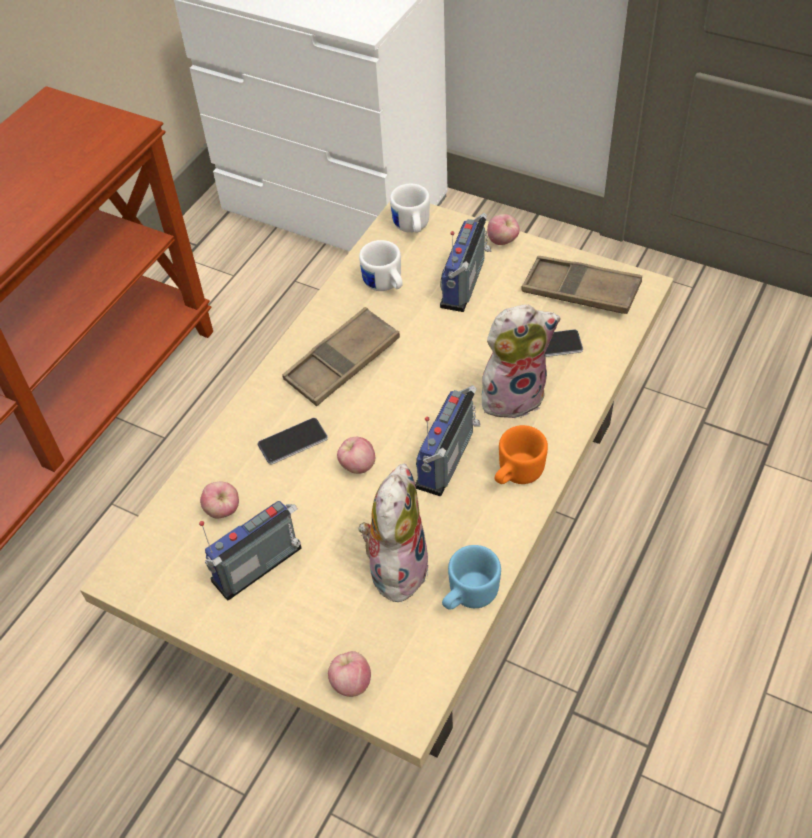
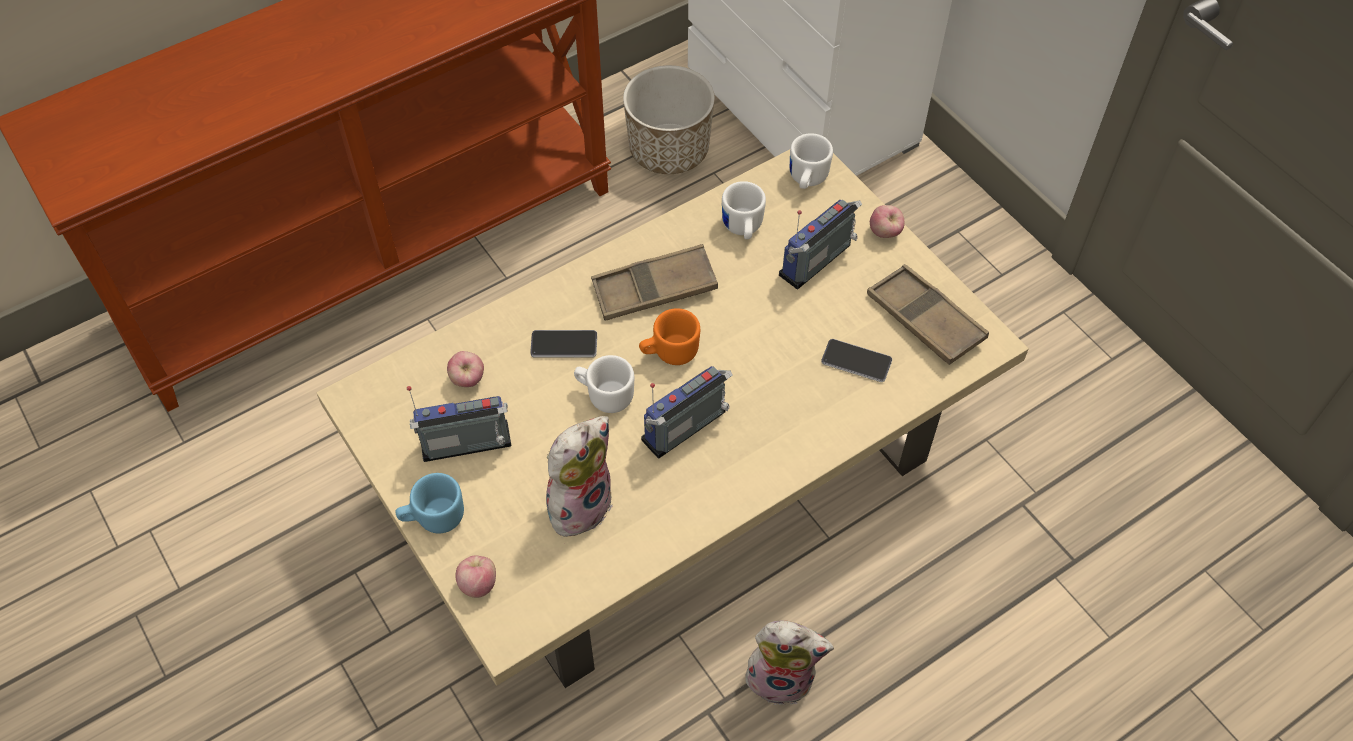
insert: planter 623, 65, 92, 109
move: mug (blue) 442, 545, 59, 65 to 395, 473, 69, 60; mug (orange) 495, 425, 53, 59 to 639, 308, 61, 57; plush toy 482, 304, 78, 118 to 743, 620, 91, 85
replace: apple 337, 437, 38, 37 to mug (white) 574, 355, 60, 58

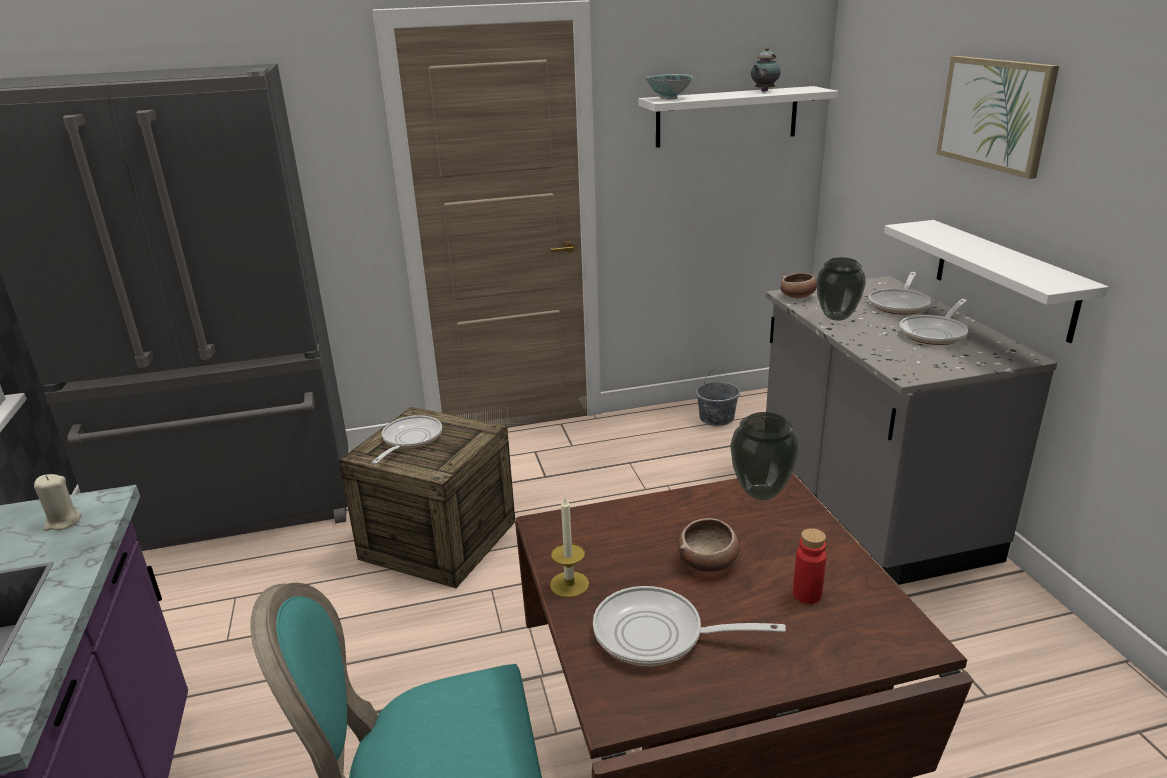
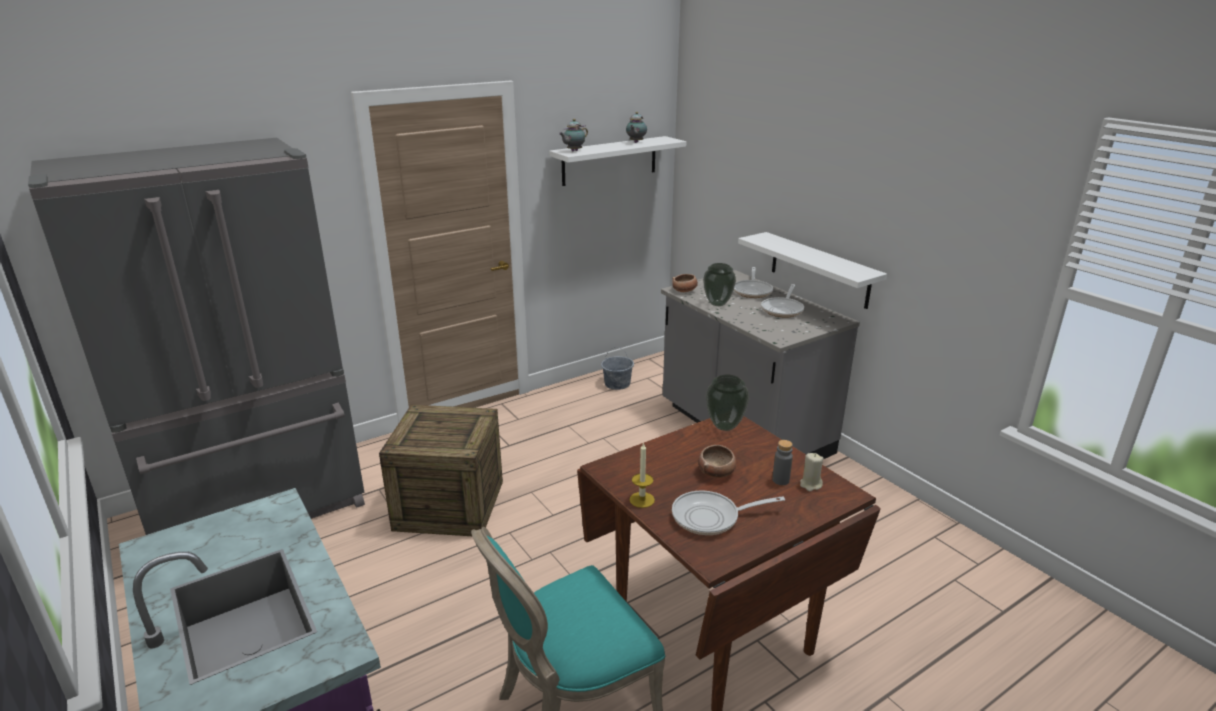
delete: frying pan 371, 415, 71, 49; picture 936, 56, 123, 123
move: candle (beige) 34, 474, 48, 57 to 800, 453, 24, 38
replace: bowl 645, 74, 48, 26 to teapot 559, 119, 29, 33
recolor: bottle (red) 793, 528, 34, 76 to bottle (grey) 772, 440, 21, 45

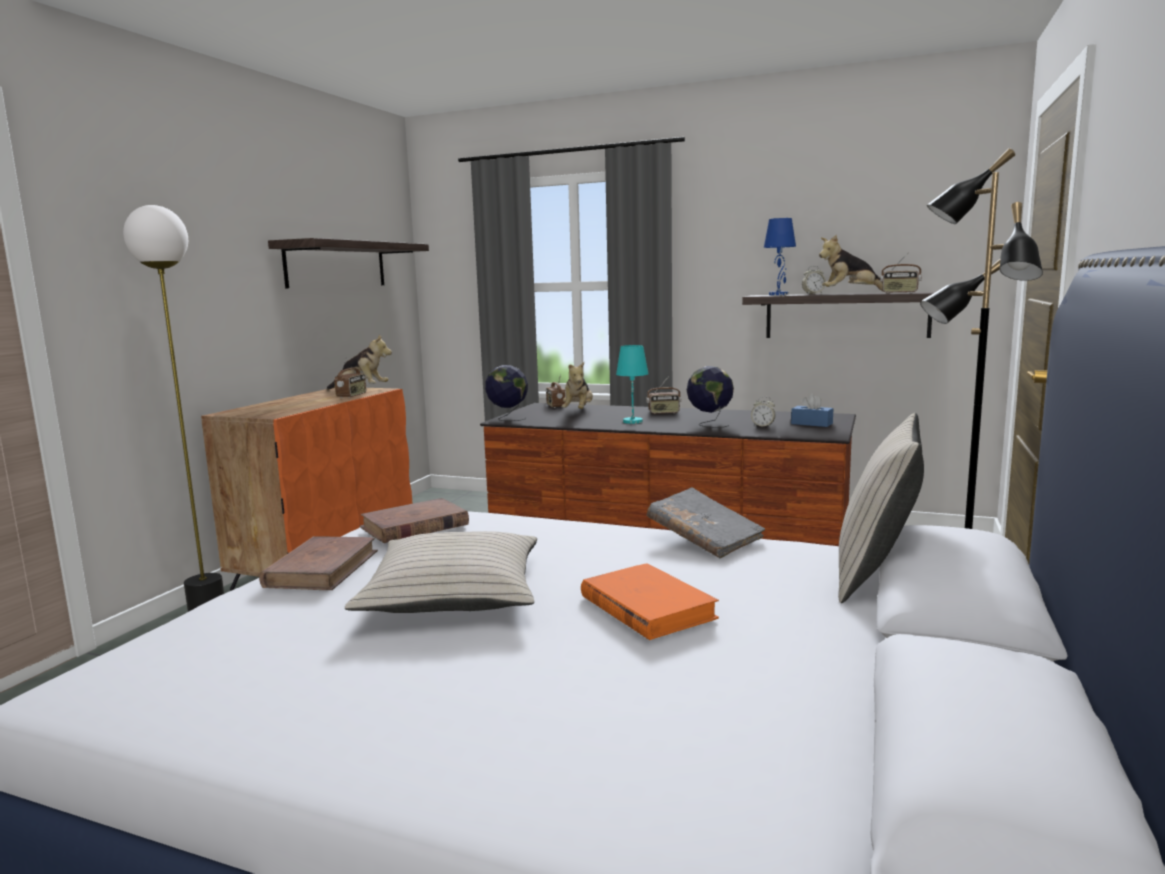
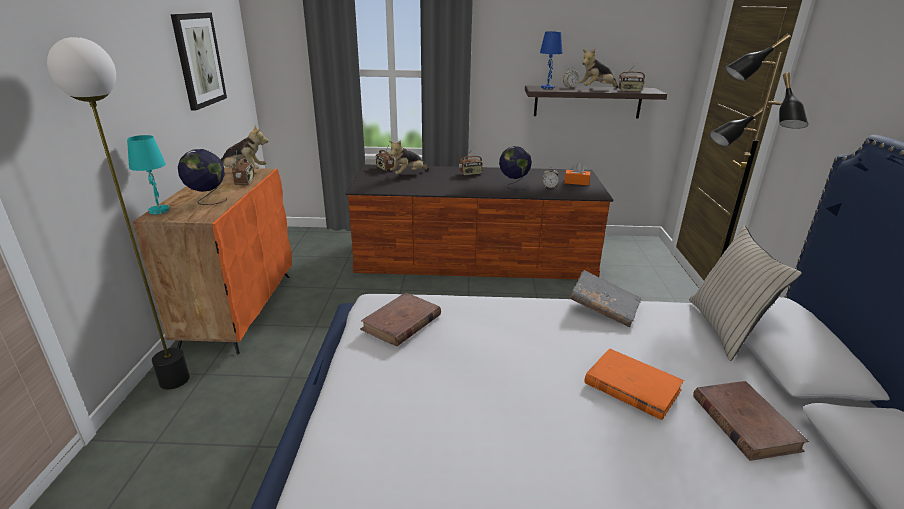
delete: pillow (beige) 345, 531, 192, 82
move: table lamp (turquoise) 616, 345, 33, 79 to 127, 135, 43, 79; globe 485, 365, 43, 56 to 178, 149, 49, 56; book (brown) 259, 536, 119, 54 to 693, 381, 116, 80
replace: shelf 268, 238, 161, 50 to picture 171, 13, 56, 98
recolor: tissue box (blue) 791, 393, 42, 34 to tissue box (orange) 564, 163, 26, 23
rotate: plush toy 562, 362, 31, 47 = 389, 140, 40, 34 60 degrees clockwise

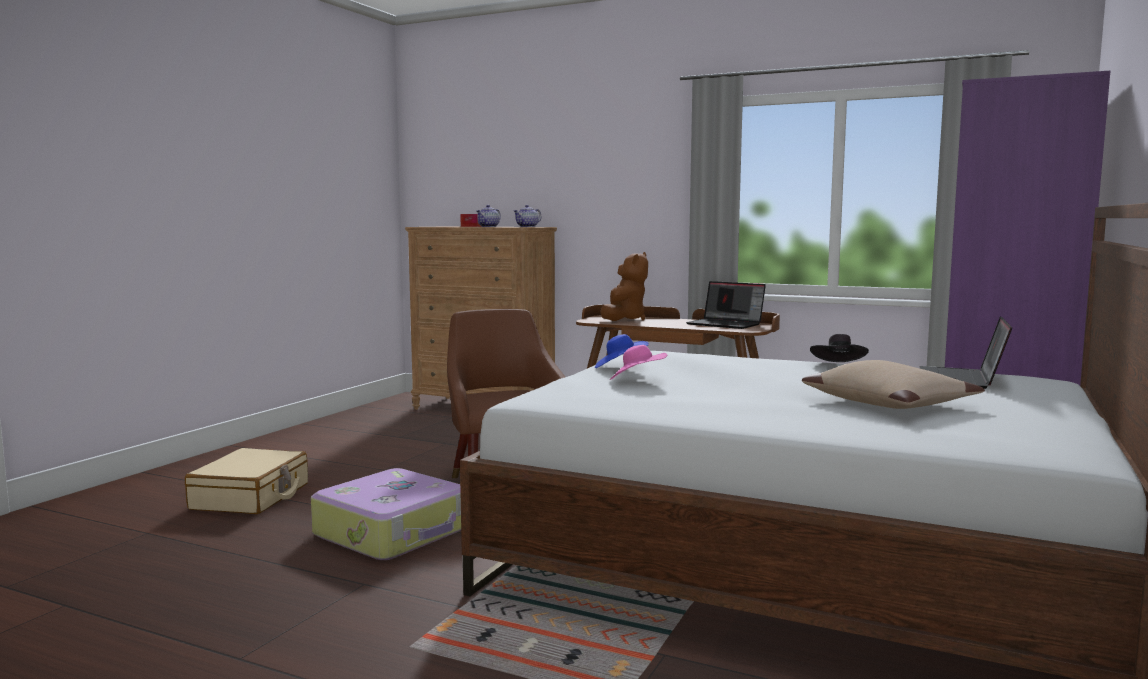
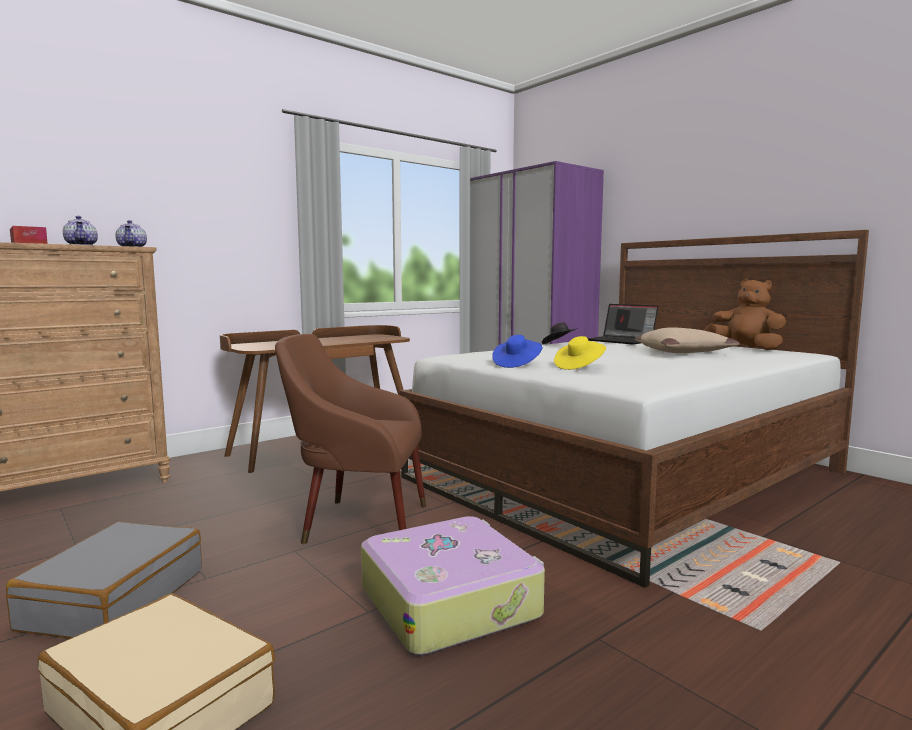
delete: laptop 686, 281, 80, 48
insert: suitcase (grey) 6, 522, 196, 117
move: plush toy (brown) 600, 252, 48, 69 to 704, 279, 82, 71
recolor: hat (pink) 610, 345, 58, 35 to hat (yellow) 554, 336, 52, 34

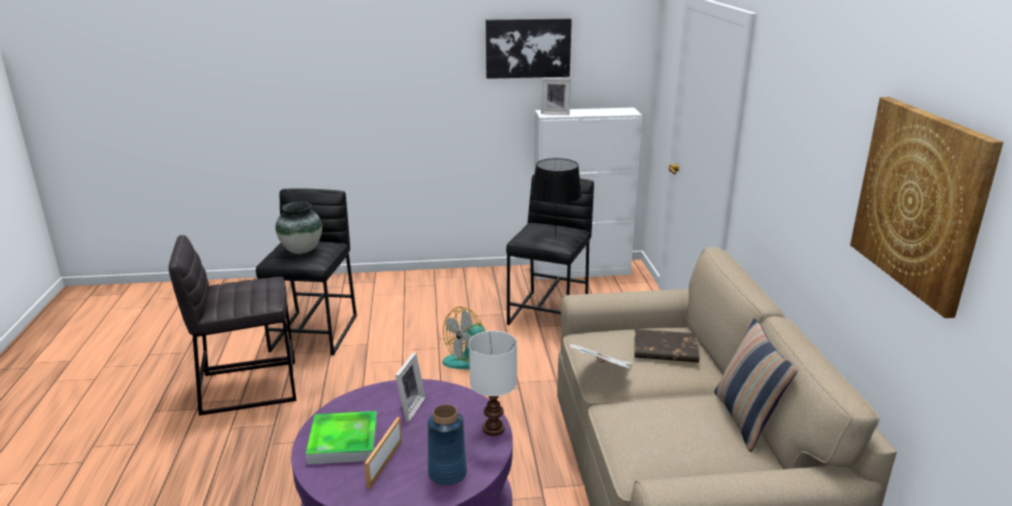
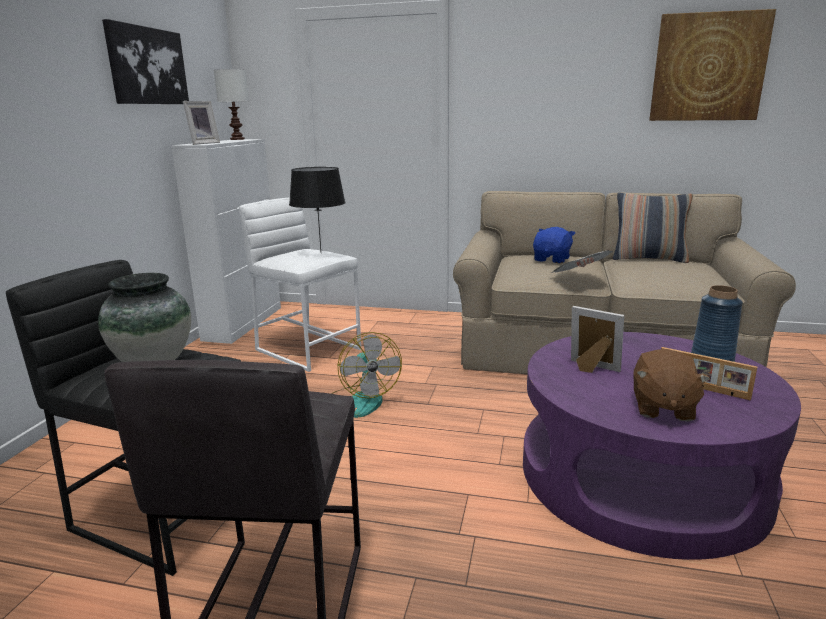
move: table lamp (white) 469, 331, 48, 105 to 214, 69, 35, 71
replace: book (brown) 634, 329, 66, 34 to plush toy (blue) 533, 227, 42, 36; tray 306, 411, 71, 54 to plush toy (brown) 634, 349, 76, 73
recolor: stool (black) 506, 174, 88, 151 to stool (white) 239, 197, 122, 175

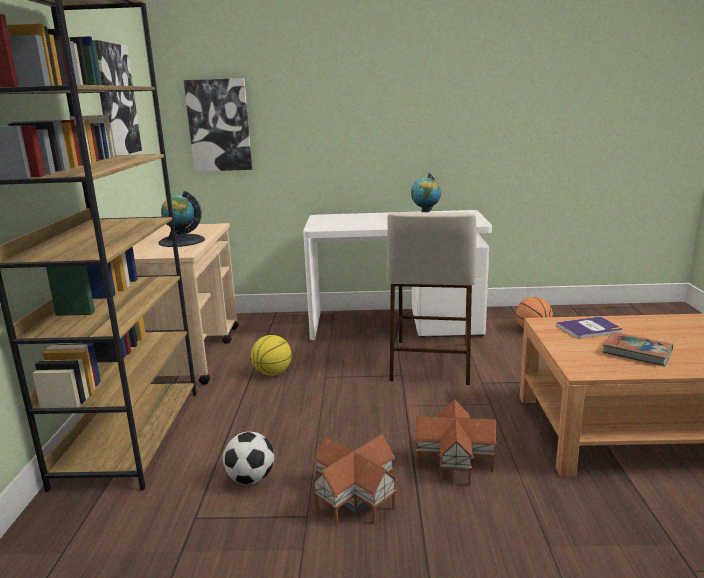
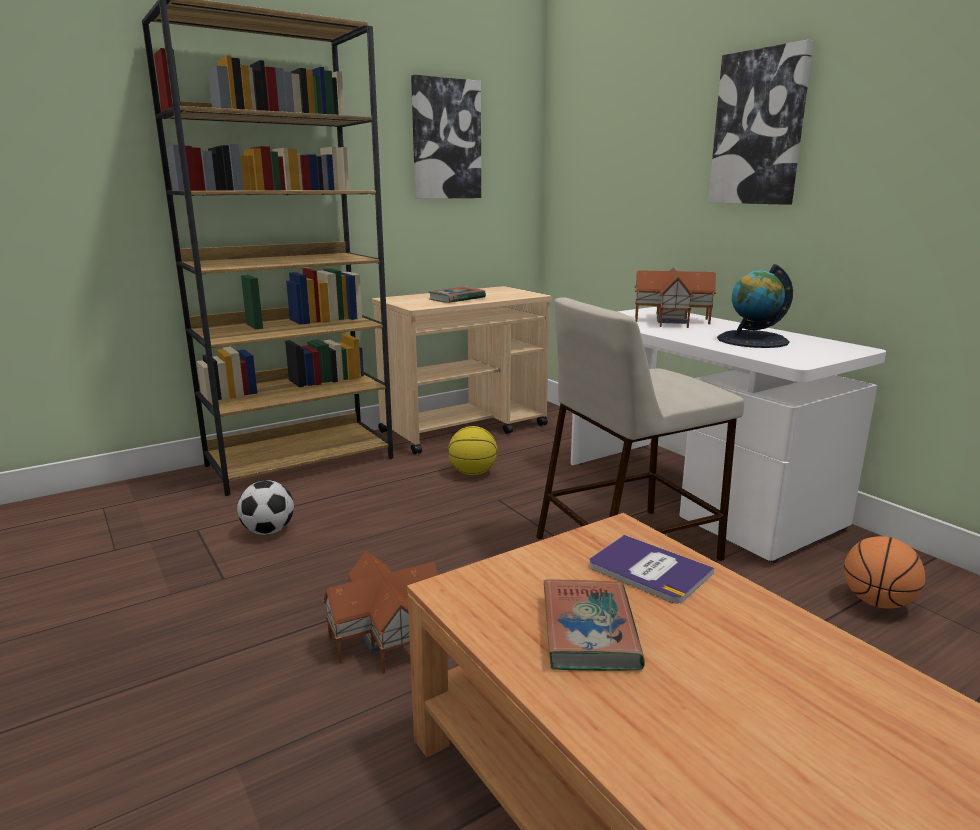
move: toy house 311, 434, 87, 92 to 635, 267, 81, 61; picture 184, 78, 68, 94 to 708, 40, 106, 165
replace: globe 159, 191, 46, 56 to book 429, 287, 57, 16

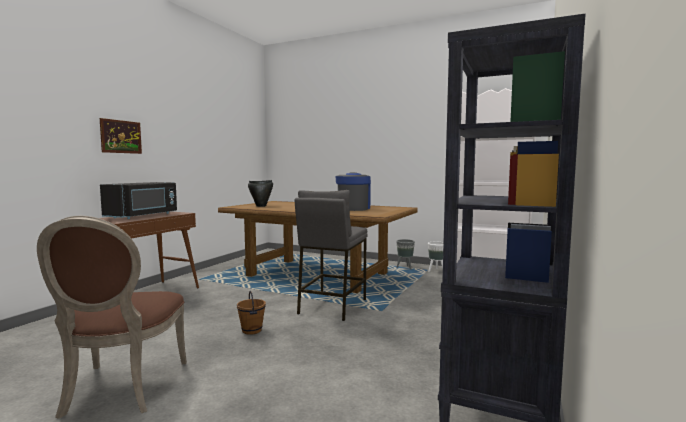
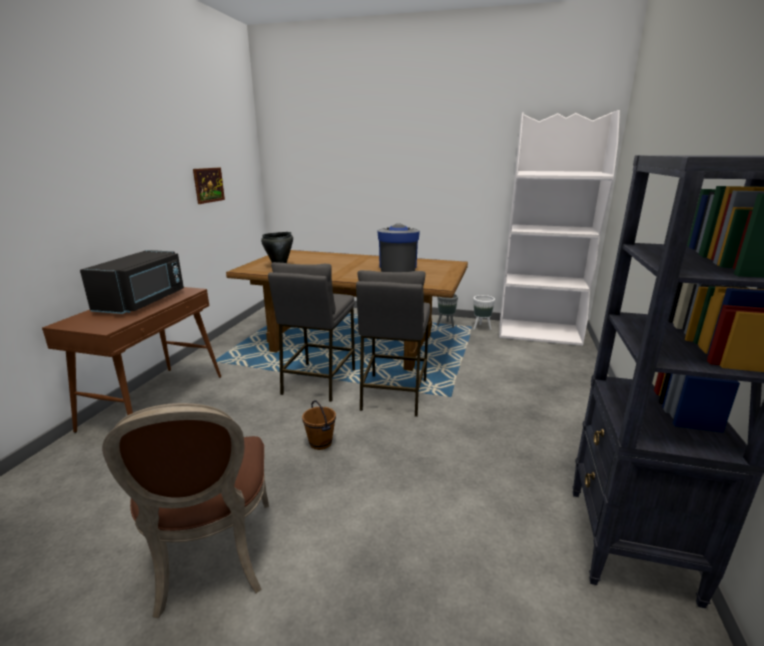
insert: stool (grey) 268, 262, 87, 140
move: picture 100, 118, 42, 36 to 193, 167, 32, 37

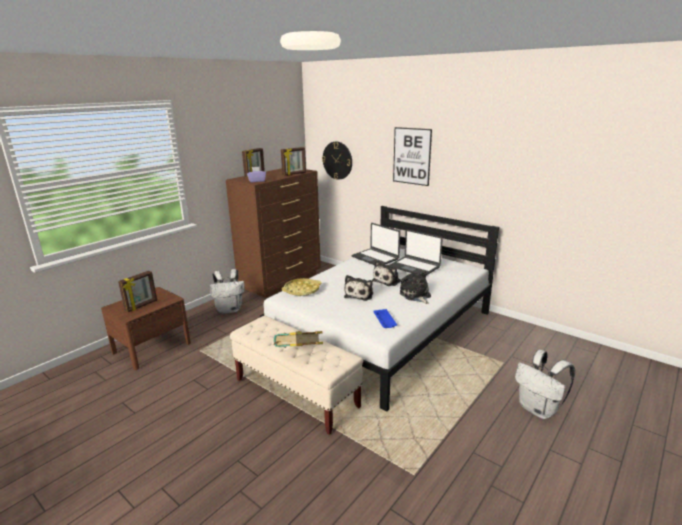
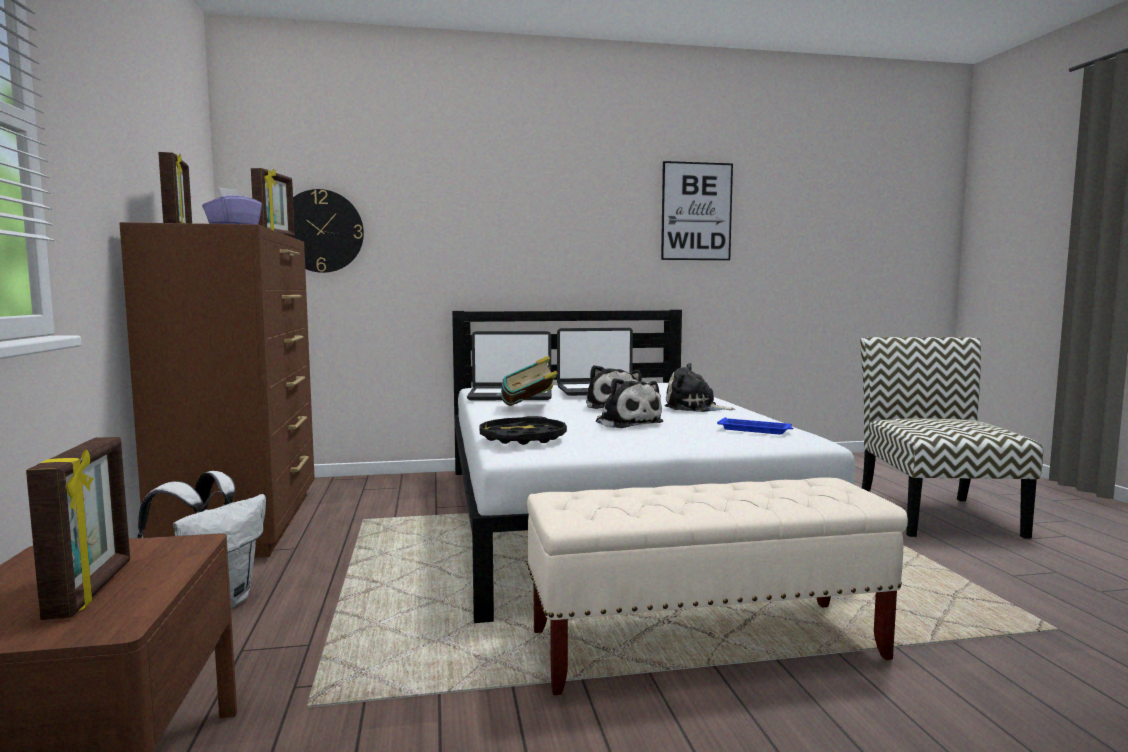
move: book 274, 331, 49, 17 to 501, 356, 57, 50; picture 393, 127, 39, 59 to 661, 161, 72, 99
replace: backpack (white) 515, 350, 60, 69 to chair 860, 337, 183, 202
recolor: tray (yellow) 281, 278, 41, 18 to tray (black) 480, 416, 87, 29

